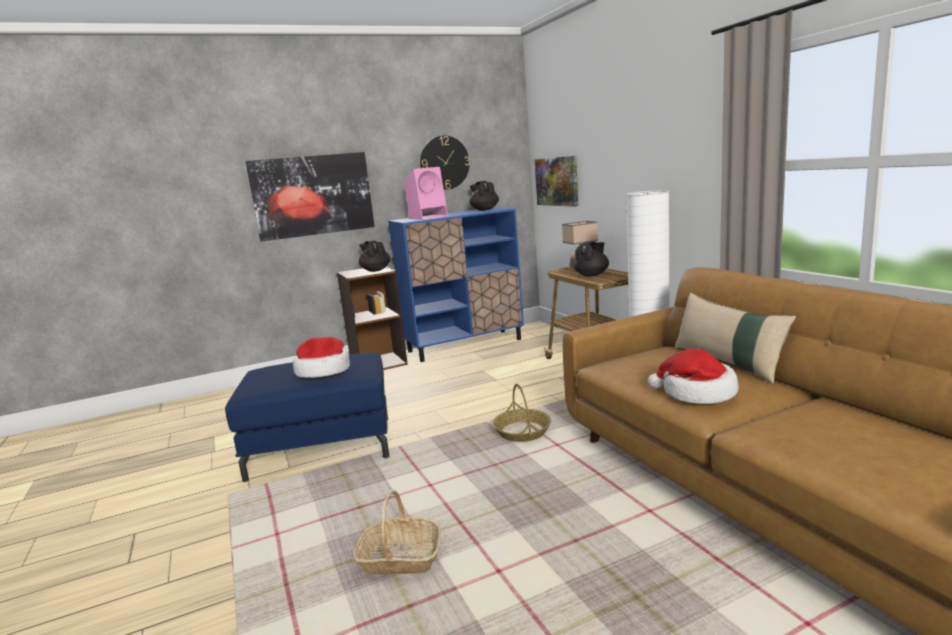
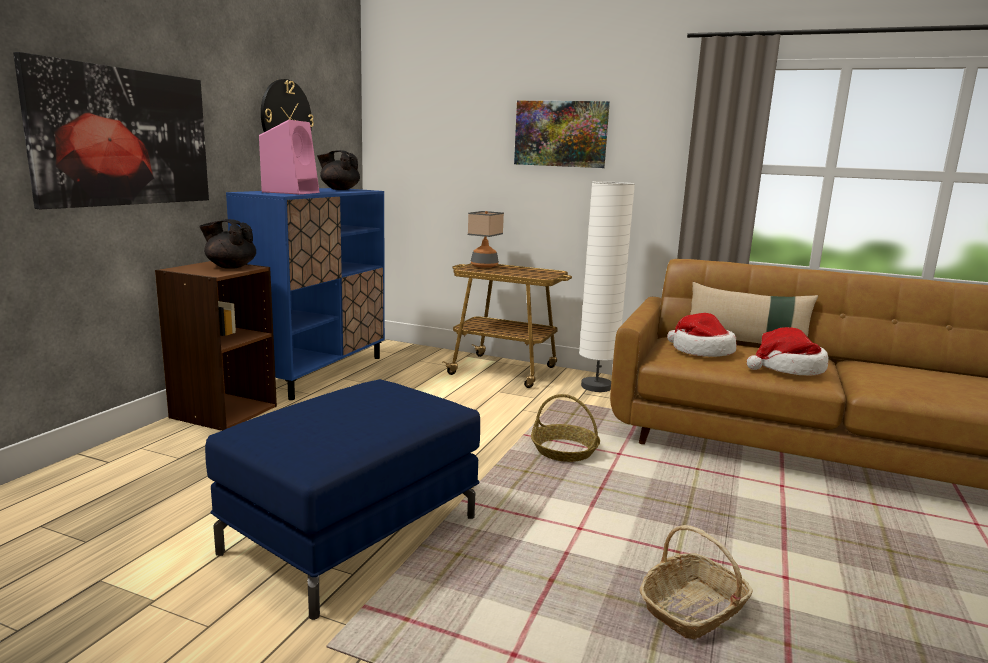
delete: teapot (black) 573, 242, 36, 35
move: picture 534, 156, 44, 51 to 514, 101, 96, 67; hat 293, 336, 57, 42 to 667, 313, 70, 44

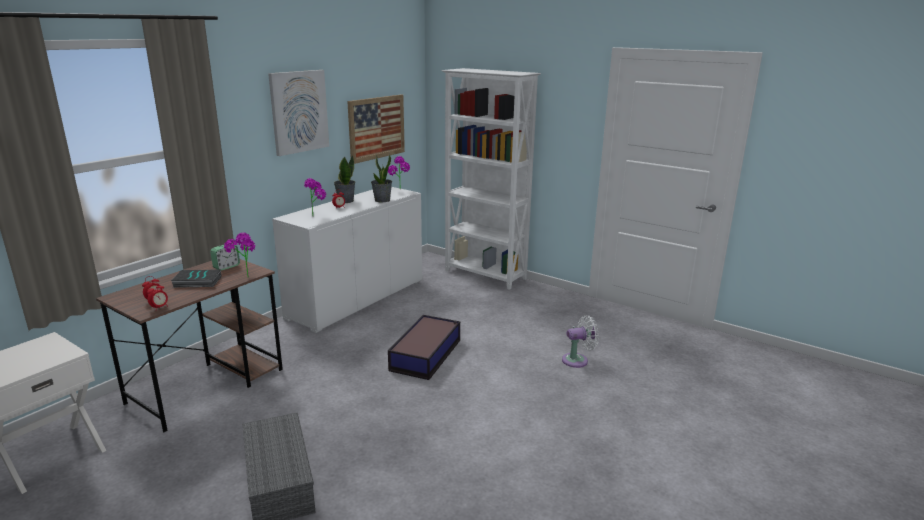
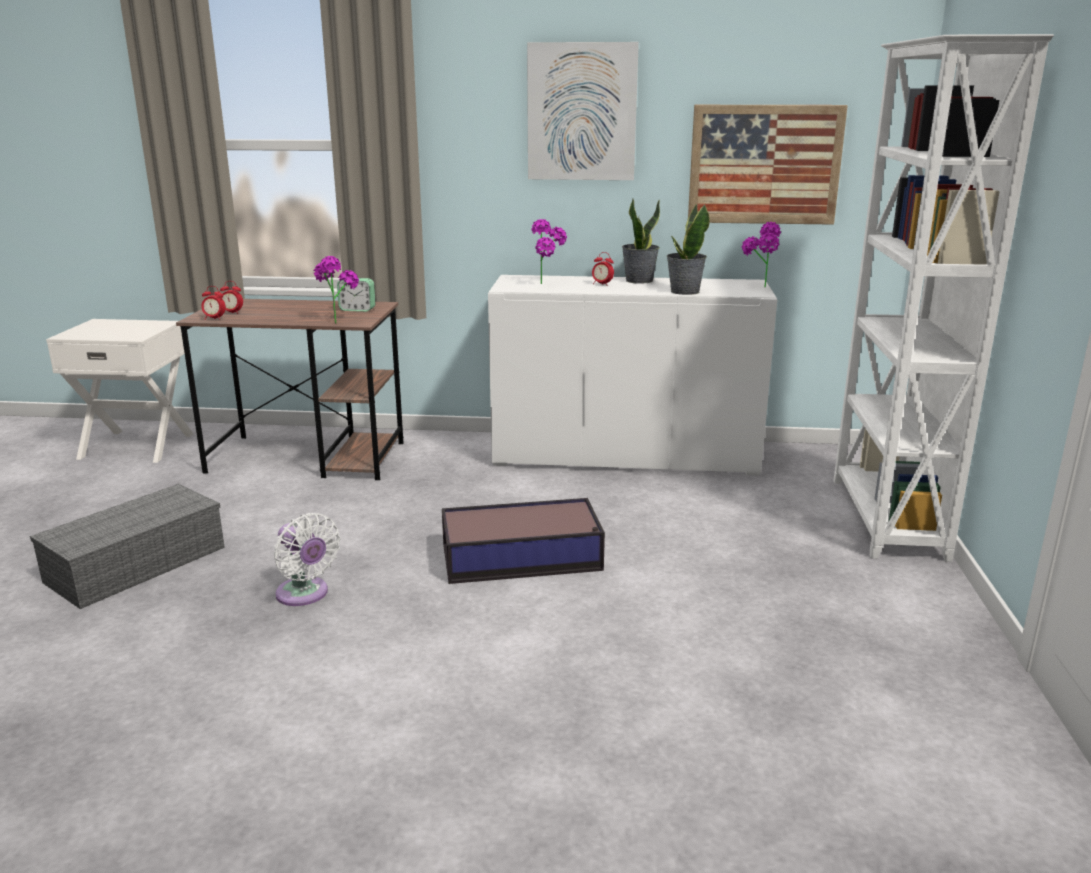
delete: book 171, 269, 51, 19
move: fan (white) 562, 315, 37, 53 to 274, 513, 66, 93

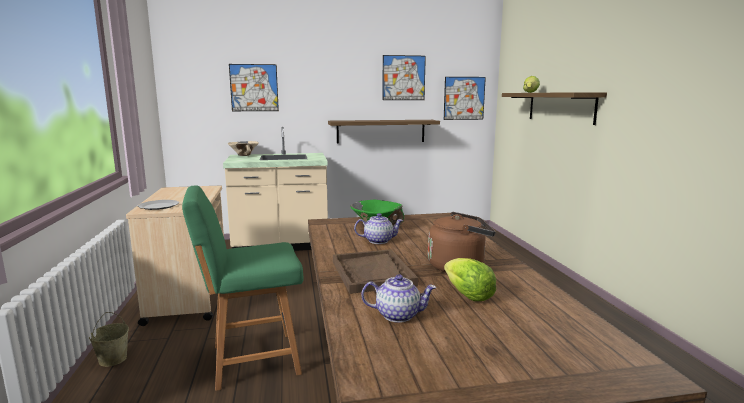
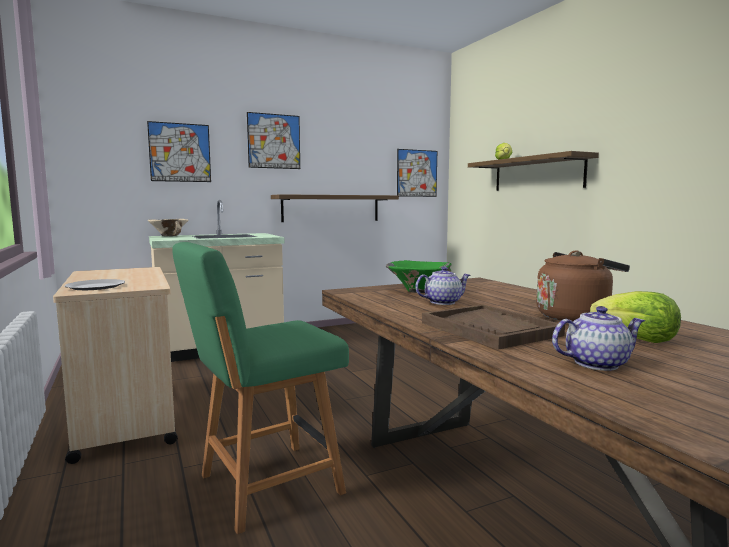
delete: bucket (beige) 89, 312, 40, 55
move: picture 382, 55, 44, 45 to 247, 112, 53, 57

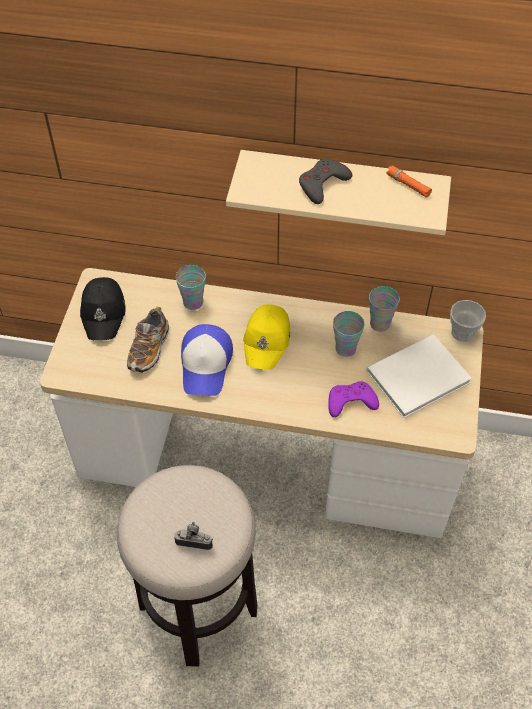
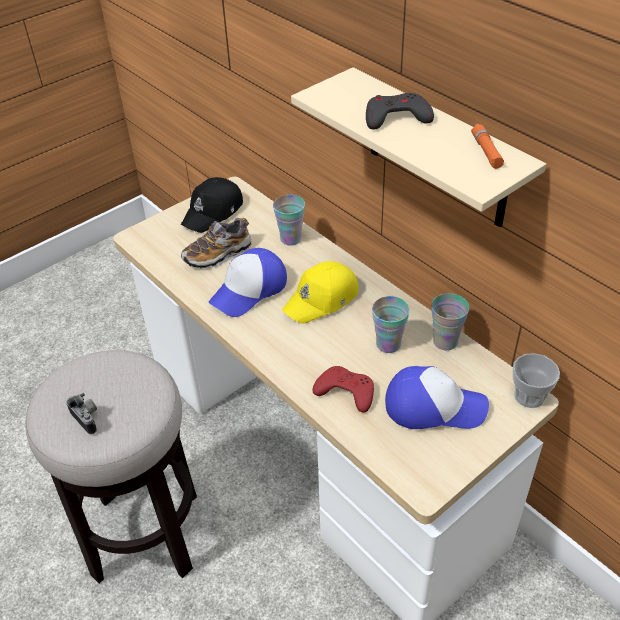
replace: book (white) 366, 334, 106, 84 to cap 385, 366, 104, 63
recolor: game controller (purple) 328, 381, 51, 36 to game controller (red) 312, 366, 62, 47

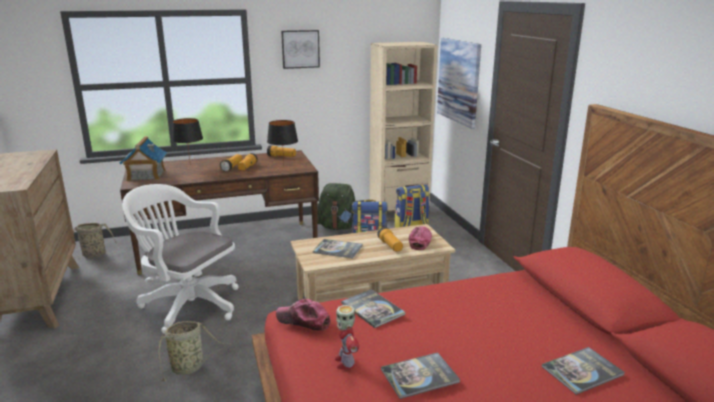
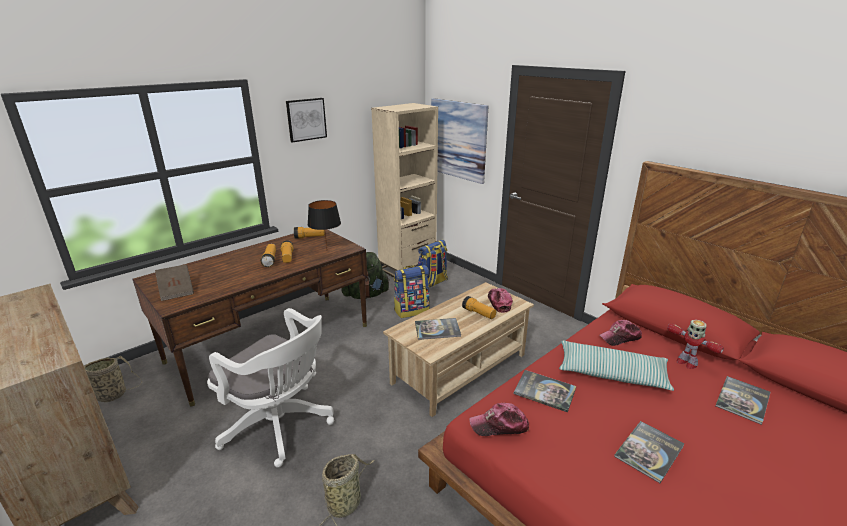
delete: table lamp (black) 171, 118, 32, 48
insert: pillow 559, 341, 115, 50; cap 599, 320, 43, 26
move: toy robot 334, 305, 25, 65 to 667, 320, 57, 49
replace: toy house 119, 136, 48, 45 to book (brown) 155, 264, 39, 37
rotate: office chair (white) 122, 184, 117, 150 = 207, 308, 127, 159 150 degrees counterclockwise

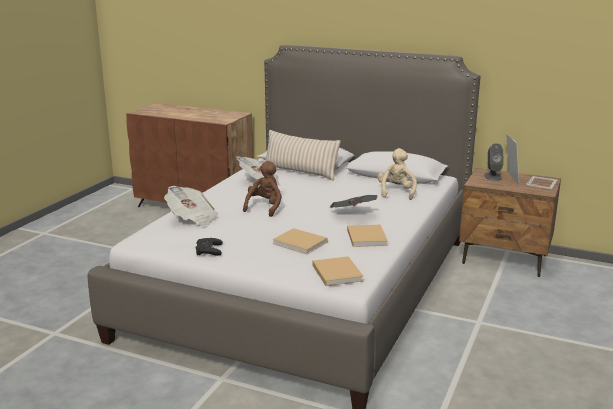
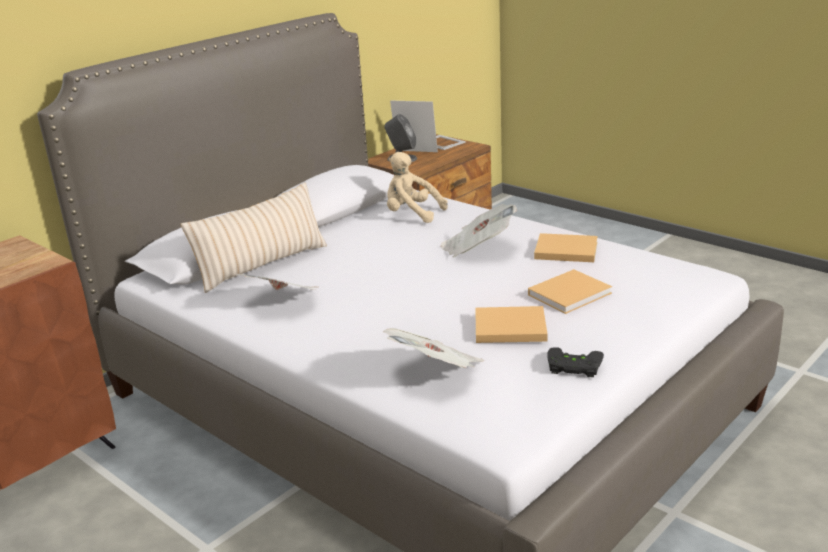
delete: plush toy (brown) 243, 161, 39, 56
move: book (beige) 312, 256, 52, 30 to 475, 306, 73, 37

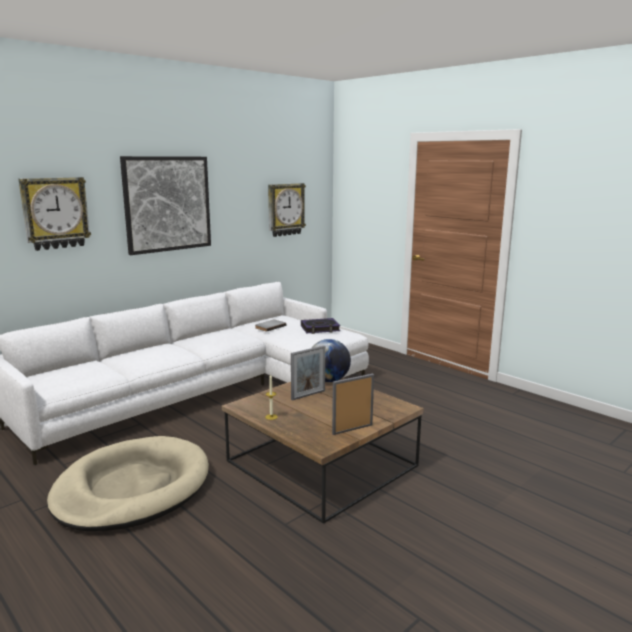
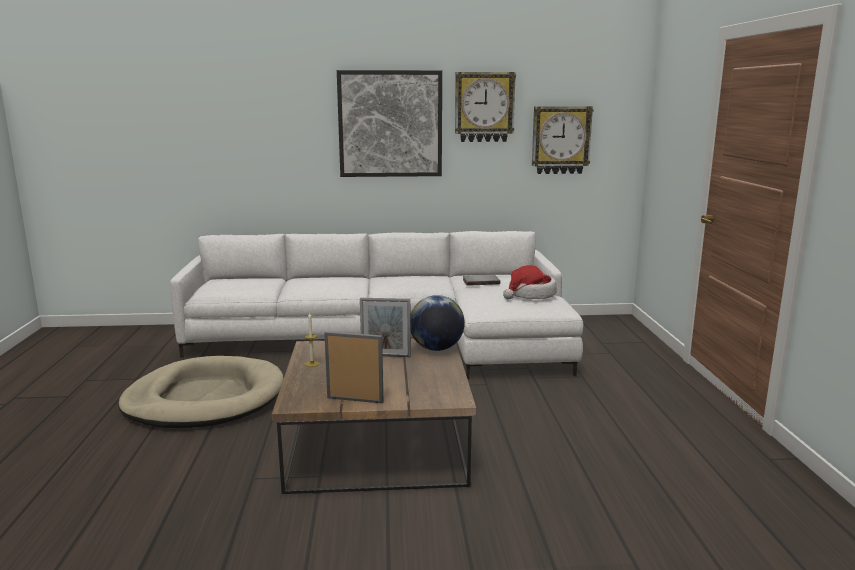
move: wall clock 19, 177, 72, 74 to 455, 72, 61, 70
replace: book 301, 318, 39, 16 to hat 503, 265, 54, 34

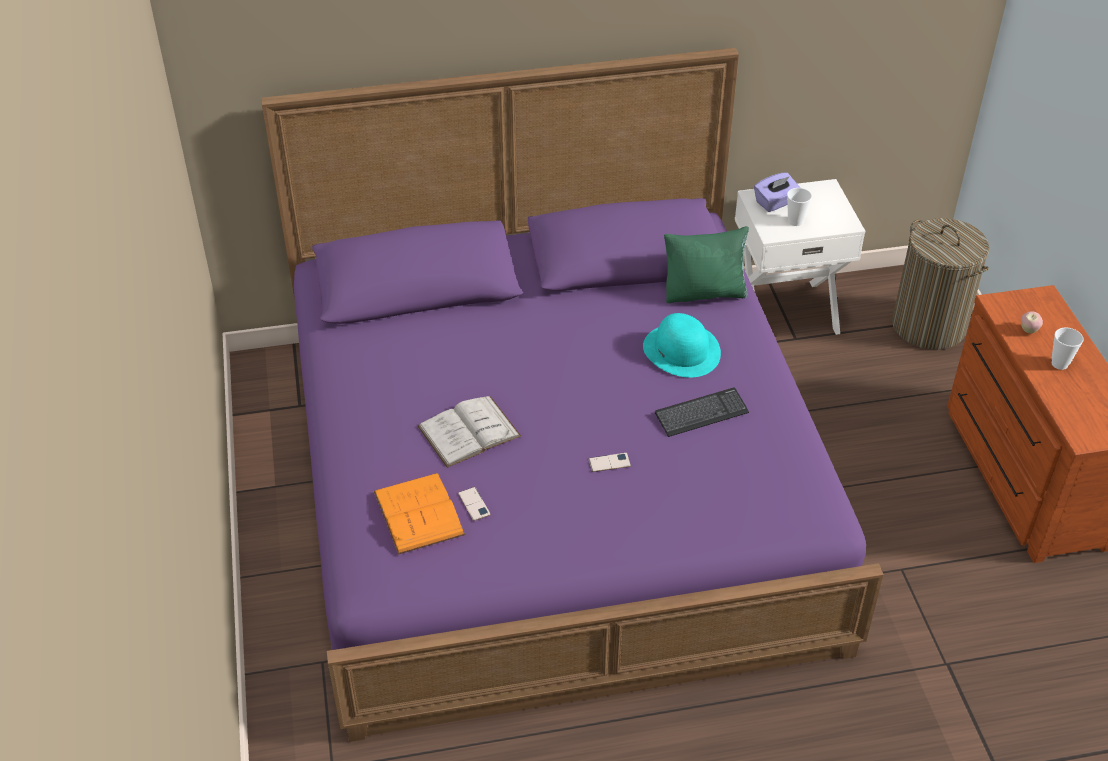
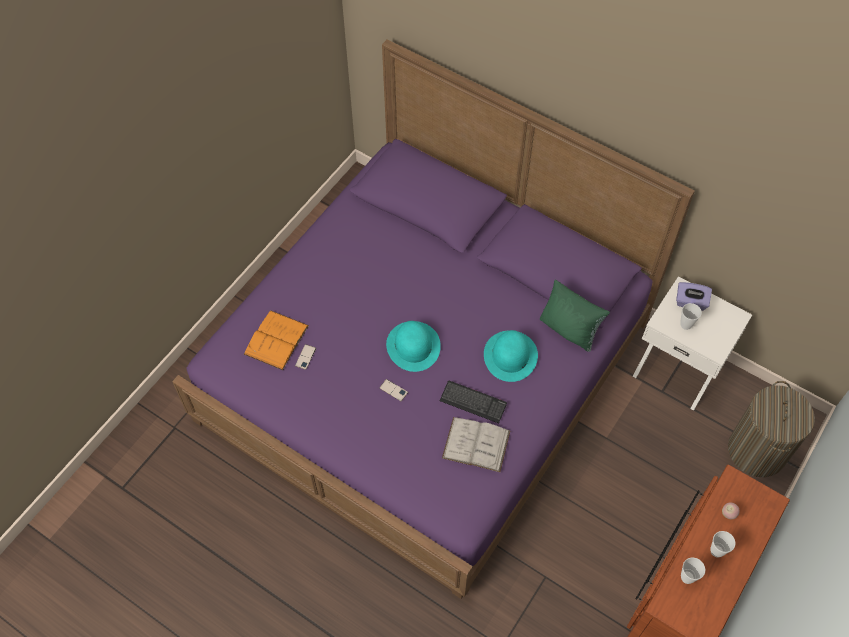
insert: hat (turquoise) 386, 321, 55, 51; cup 681, 557, 24, 27
move: book (white) 418, 396, 103, 72 to 442, 417, 68, 55

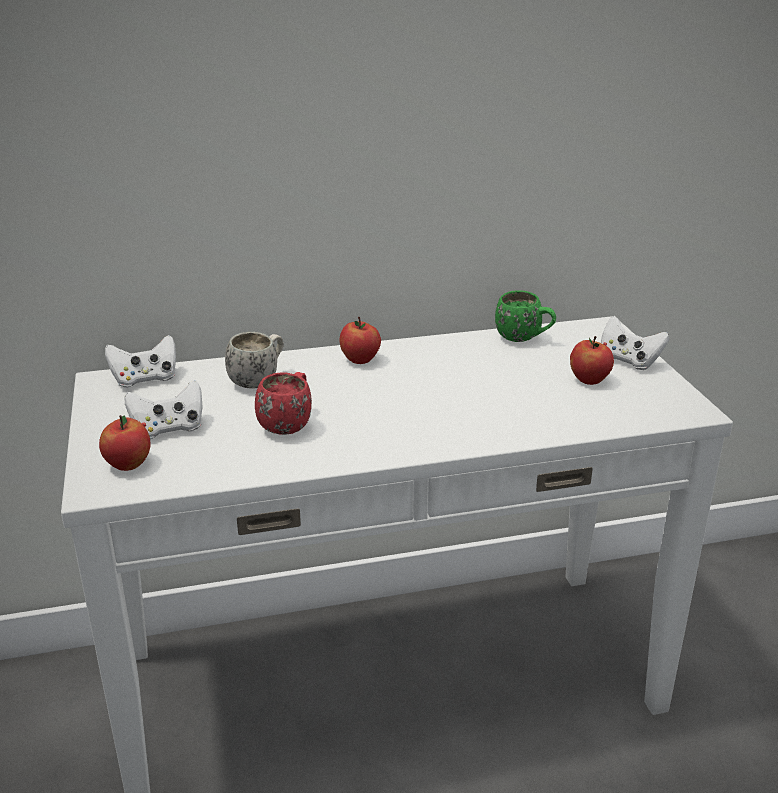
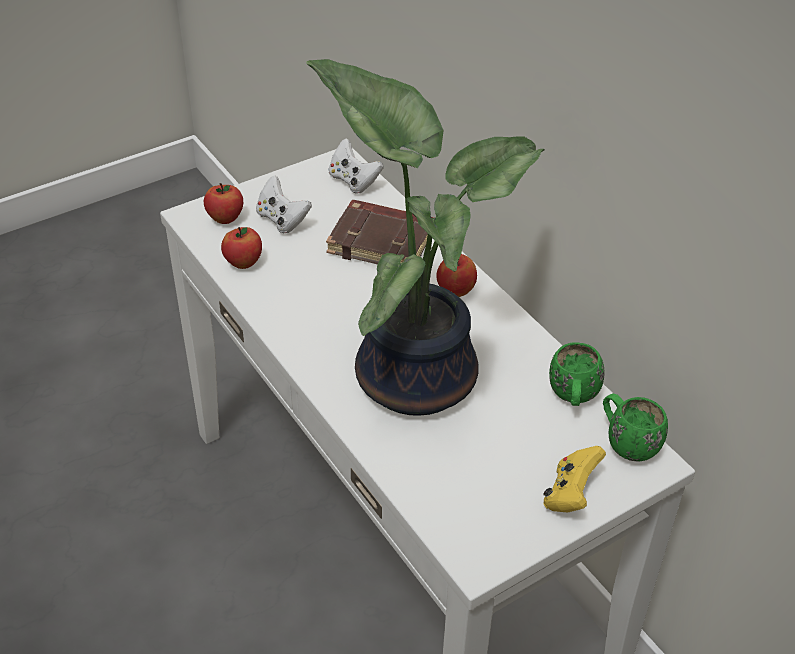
delete: mug (red) 255, 372, 57, 63
insert: potted plant 306, 59, 238, 357; mug (green) 603, 394, 65, 68
move: apple 570, 336, 44, 49 to 221, 227, 41, 42
replace: mug (white) 225, 332, 59, 57 to book (brown) 326, 200, 108, 64
recolor: game controller (white) 601, 316, 68, 54 to game controller (yellow) 543, 446, 63, 66

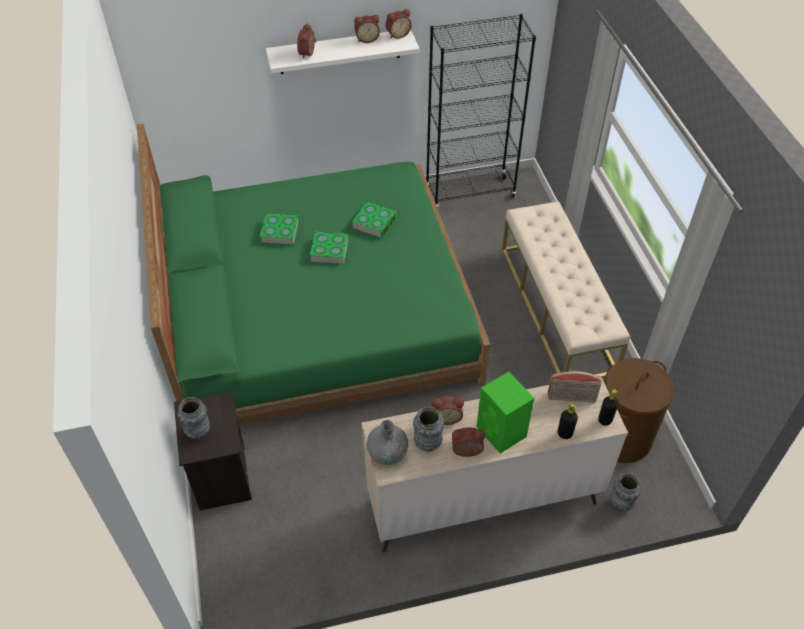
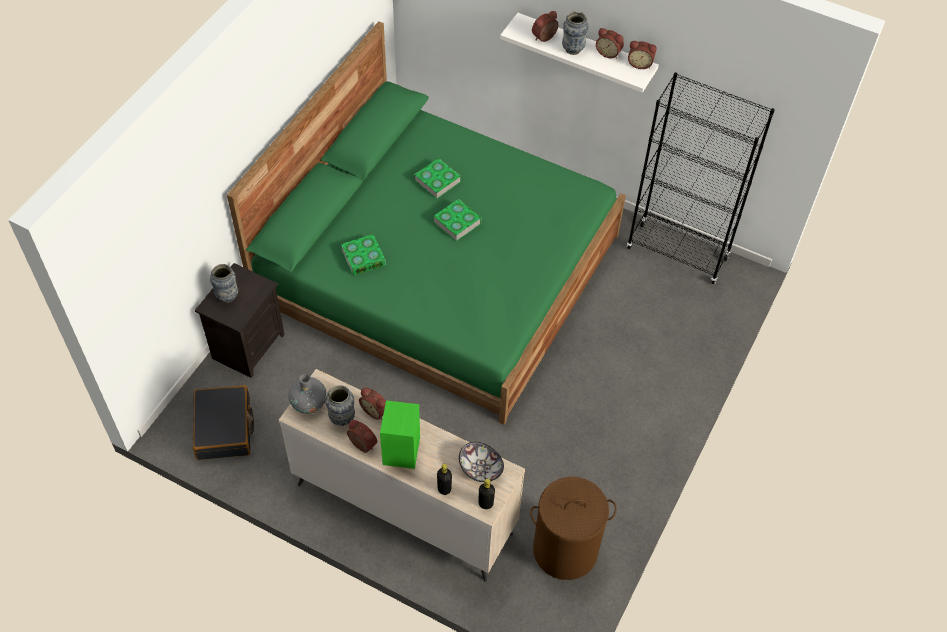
delete: bench (beige) 502, 201, 128, 177
insert: suitcase (black) 193, 385, 61, 75
move: book 352, 202, 44, 36 to 341, 234, 45, 41; vase 610, 473, 31, 38 to 562, 11, 26, 44
replace: radio 548, 371, 54, 31 to bowl 459, 442, 45, 40

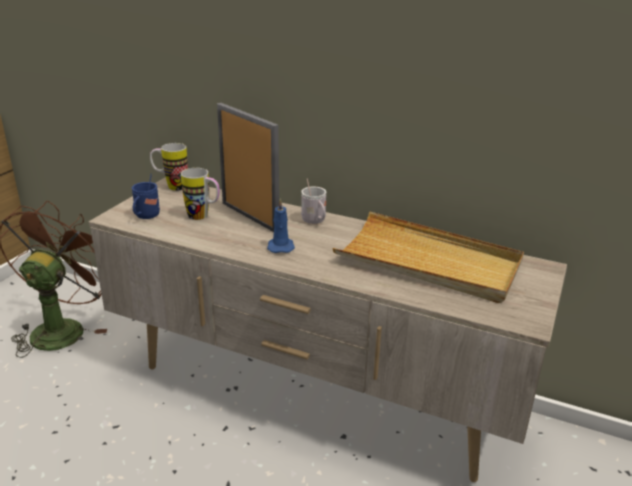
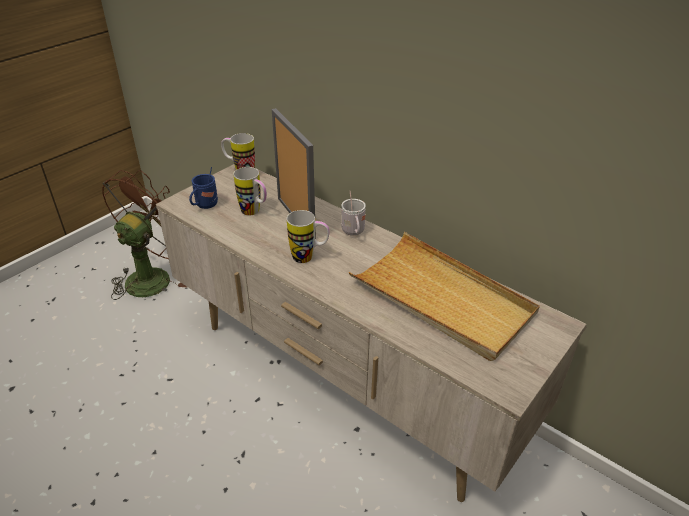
replace: candle (blue) 267, 198, 28, 55 to mug 287, 210, 42, 53

